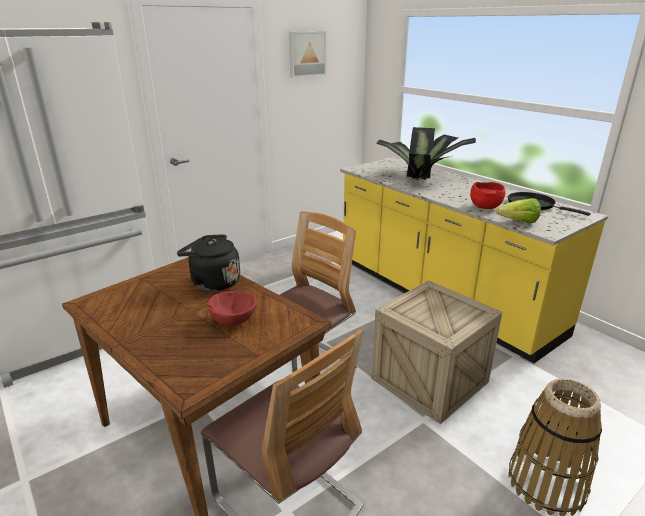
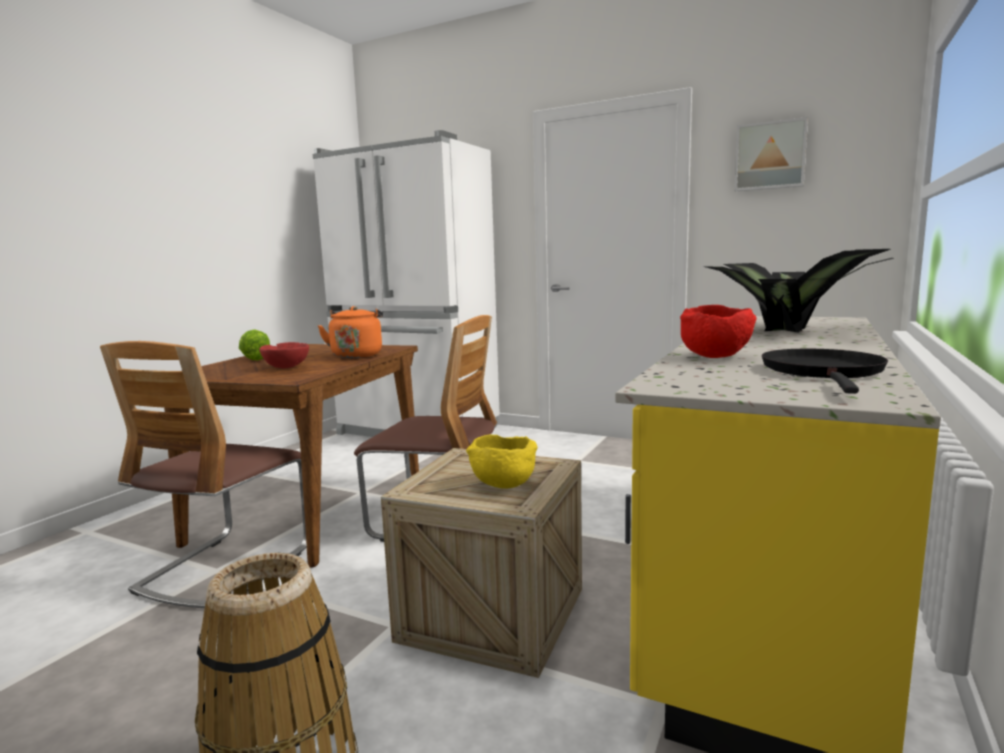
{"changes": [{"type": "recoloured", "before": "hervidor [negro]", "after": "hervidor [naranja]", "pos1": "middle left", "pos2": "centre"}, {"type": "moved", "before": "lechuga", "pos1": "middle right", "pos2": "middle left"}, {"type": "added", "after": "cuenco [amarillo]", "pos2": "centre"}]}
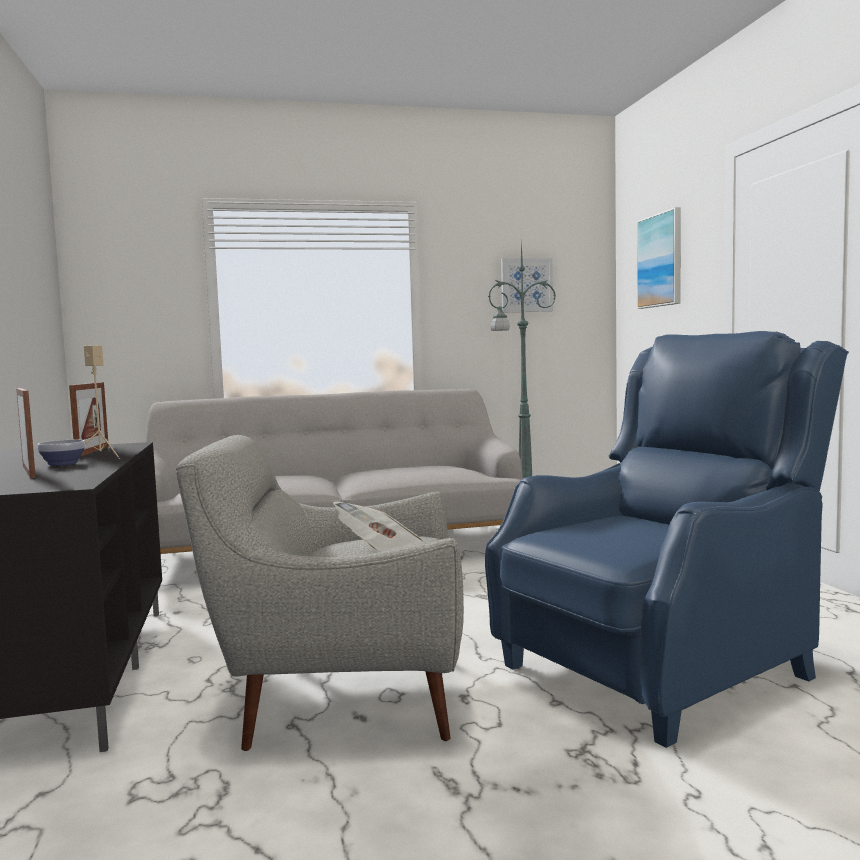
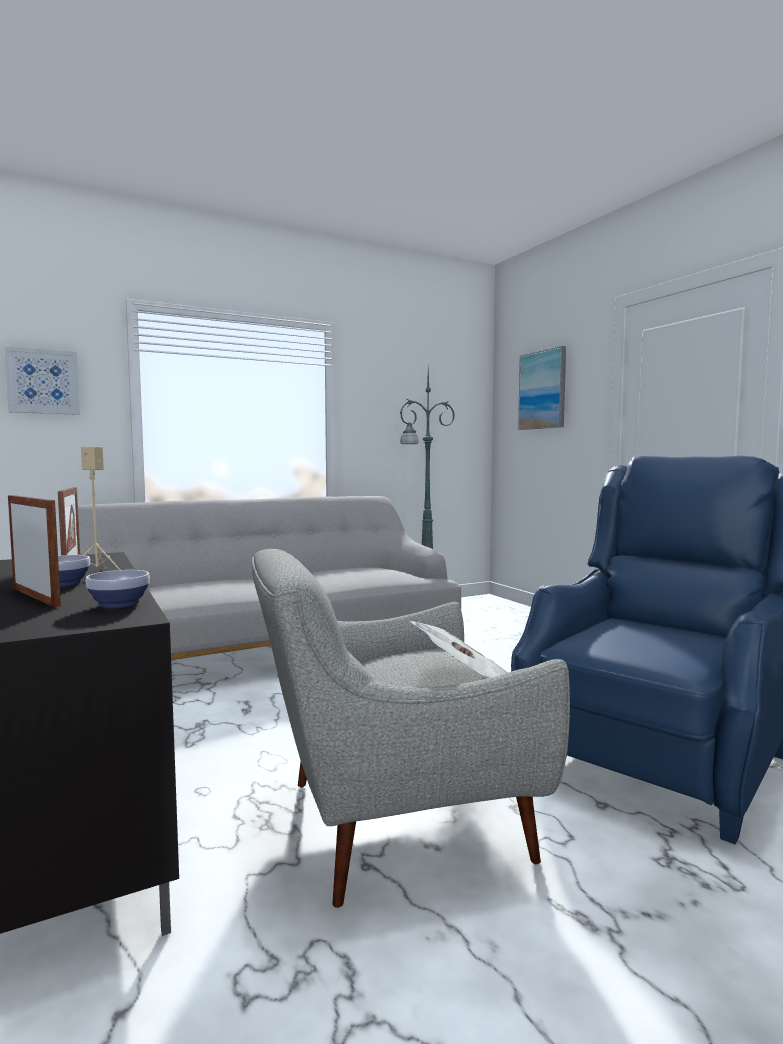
{"changes": [{"type": "moved", "before": "cuadro (1st from left)", "pos1": "top centre", "pos2": "middle left"}, {"type": "added", "after": "cuenco (2nd from left)", "pos2": "middle left"}]}
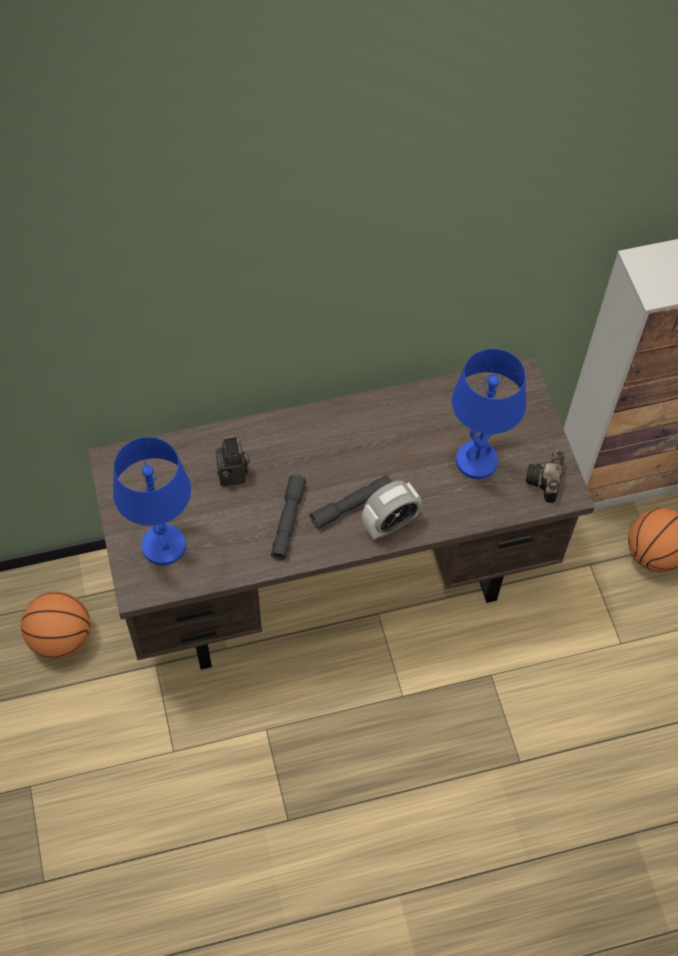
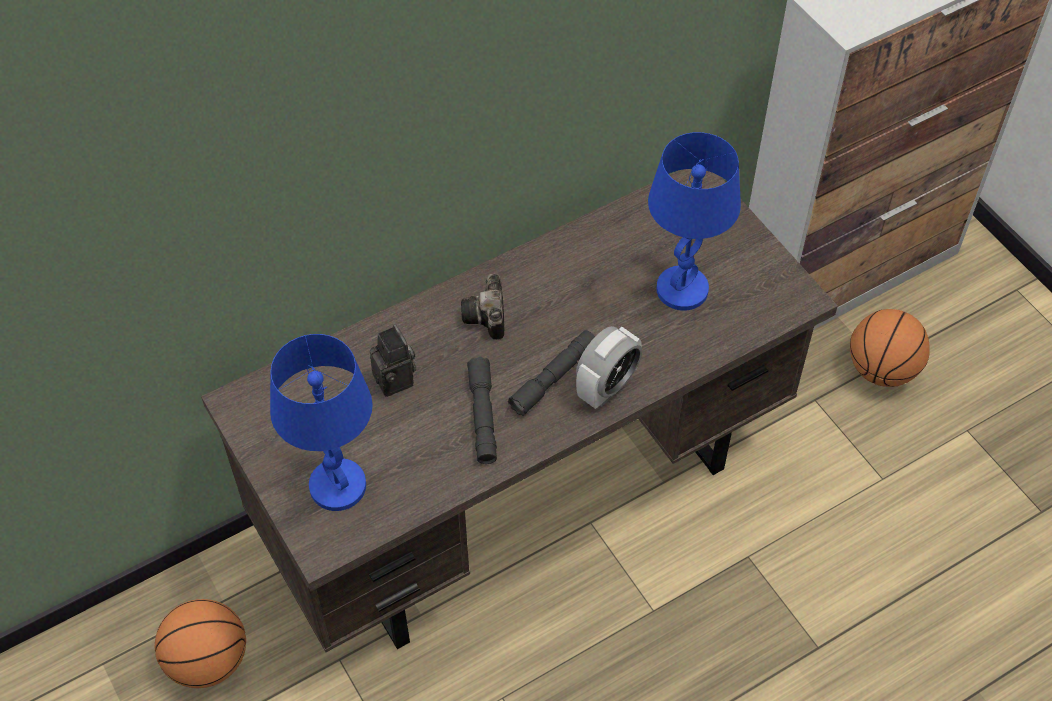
{"changes": [{"type": "moved", "before": "cámara (2nd from left)", "pos1": "middle right", "pos2": "centre"}]}
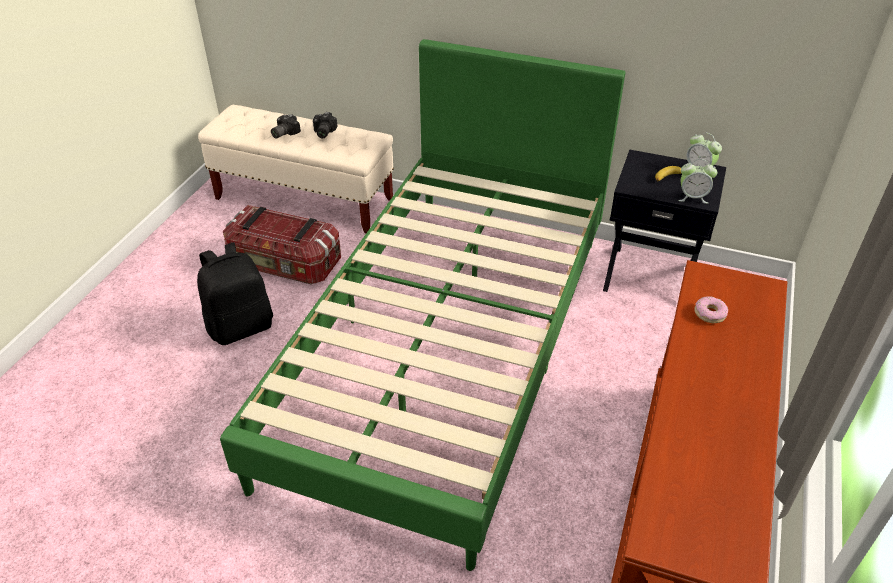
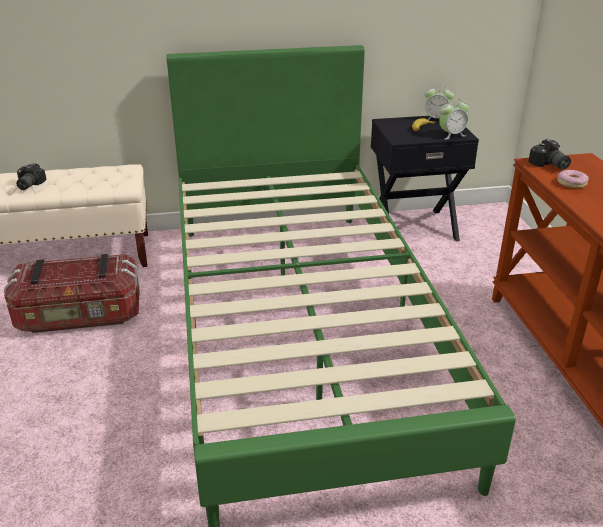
{"changes": [{"type": "removed", "before": "mochila [negro]", "pos1": "middle left"}, {"type": "moved", "before": "cámara (2nd from left)", "pos1": "top centre", "pos2": "top right"}]}
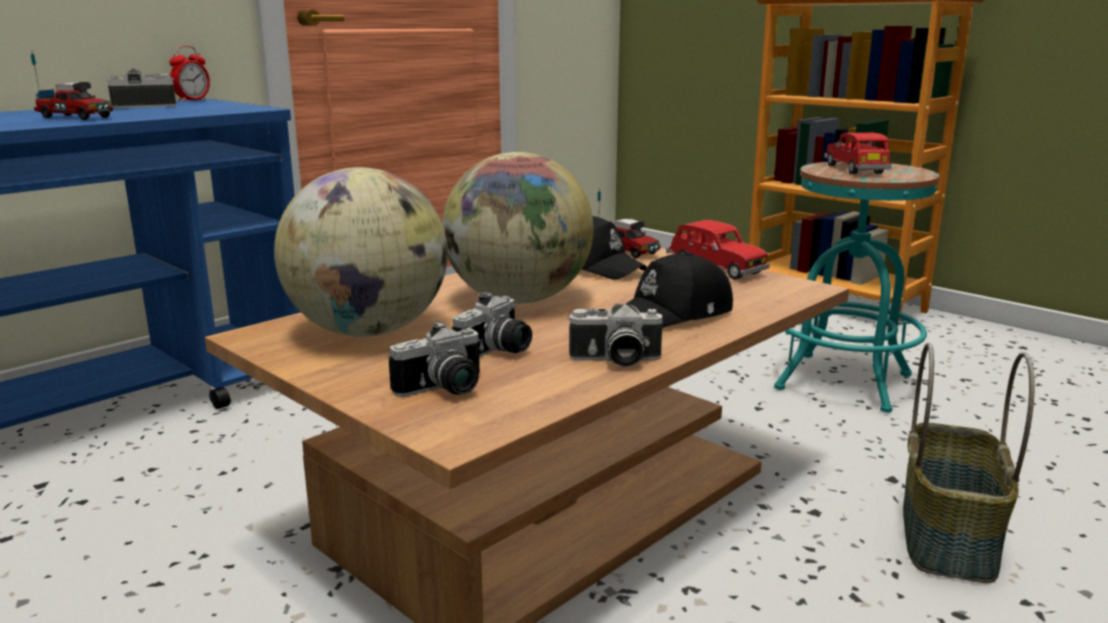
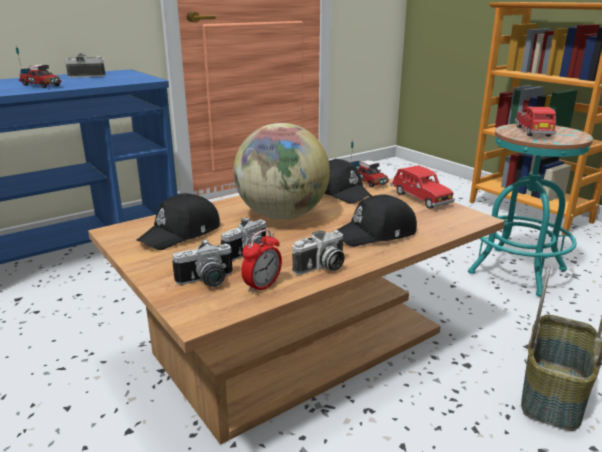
{"changes": [{"type": "moved", "before": "despertador", "pos1": "top left", "pos2": "centre"}, {"type": "replaced", "before": "globo terráqueo (1st from left)", "after": "gorra [negro] (1st from left)", "pos1": "middle left", "pos2": "middle left"}, {"type": "turned", "before": "cámara (4th from left)", "pos1": "centre", "pos2": "centre", "turn": -45}]}
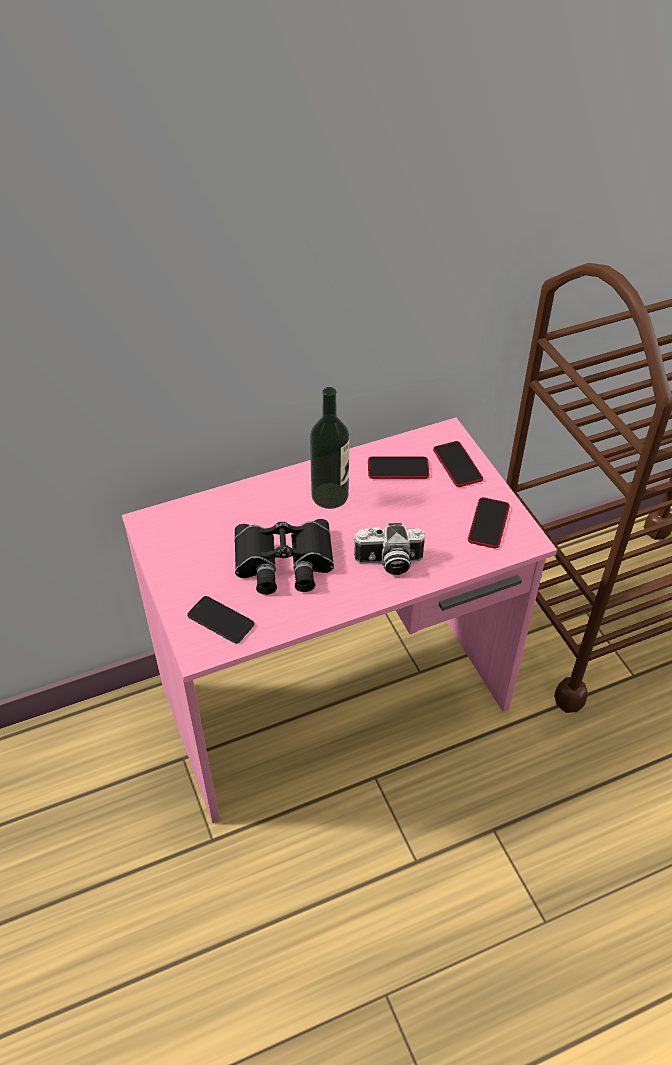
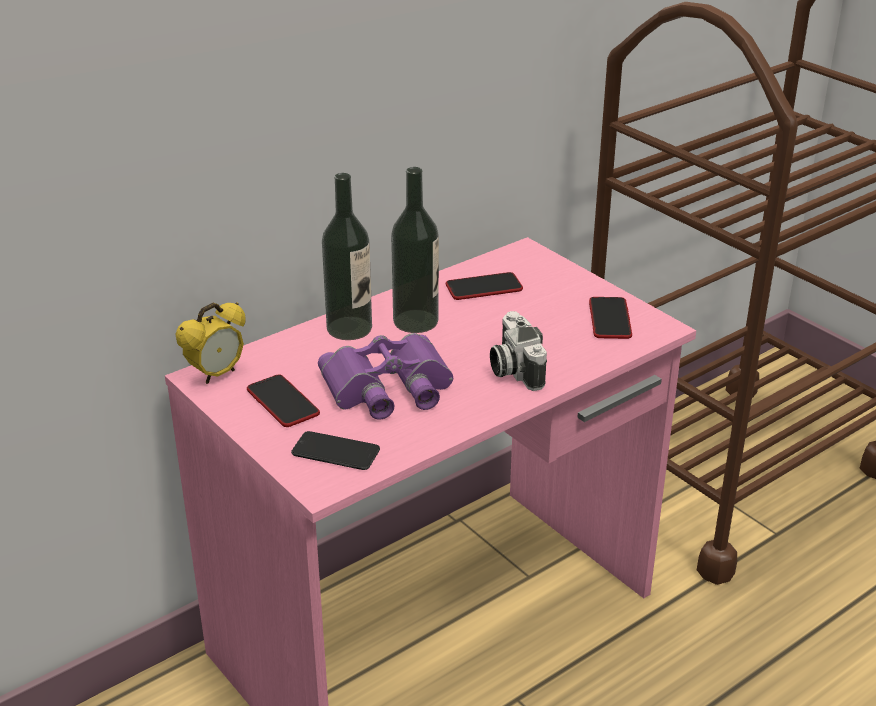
{"changes": [{"type": "recoloured", "before": "prismáticos [negro]", "after": "prismáticos [morado]", "pos1": "centre", "pos2": "centre"}, {"type": "turned", "before": "cámara", "pos1": "centre", "pos2": "centre", "turn": 90}, {"type": "moved", "before": "móvil (3rd from left in the first image)", "after": "móvil (1st from left)", "pos1": "middle right", "pos2": "middle left"}, {"type": "added", "after": "despertador", "pos2": "middle left"}, {"type": "added", "after": "botella (1st from left)", "pos2": "centre"}]}
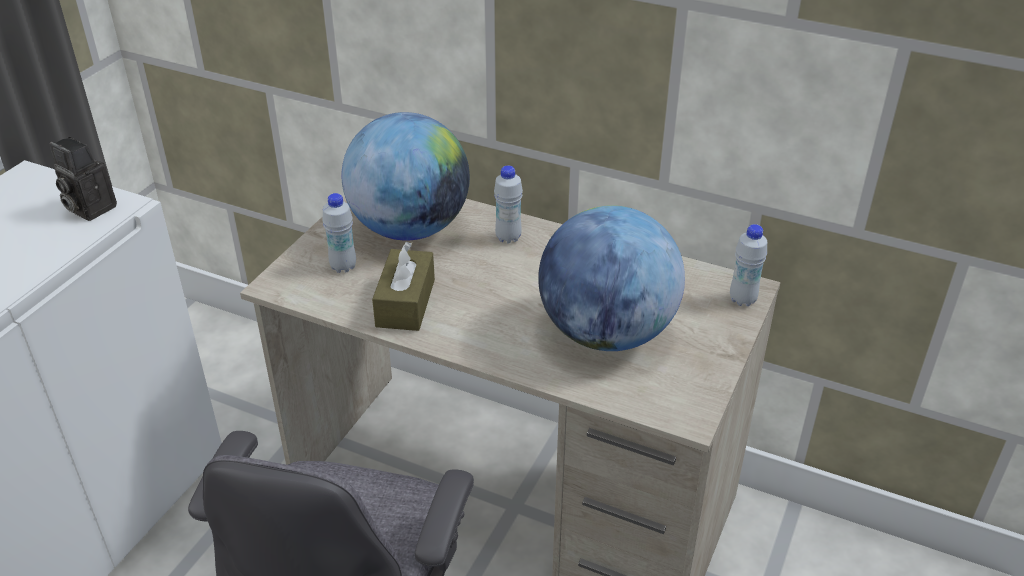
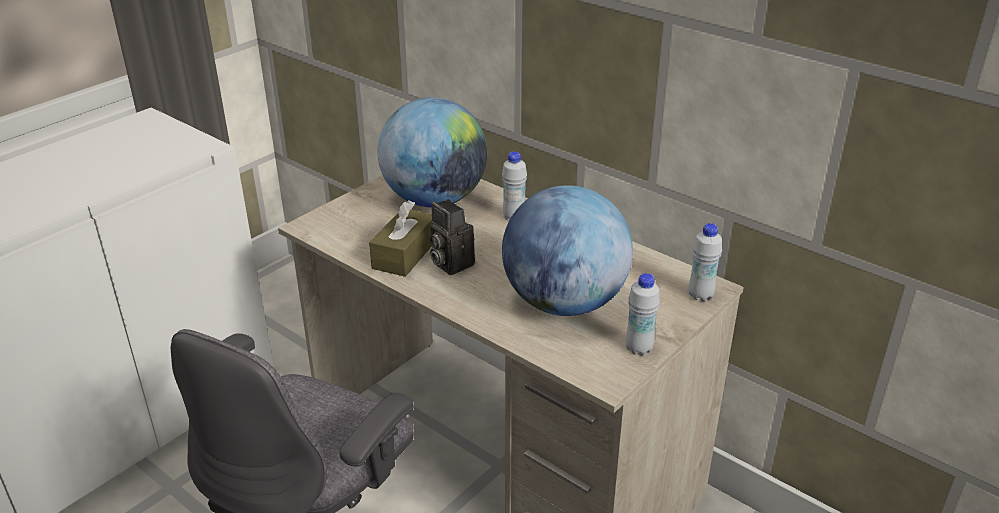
{"changes": [{"type": "moved", "before": "cámara", "pos1": "top left", "pos2": "centre"}, {"type": "moved", "before": "botella [blanco] (1st from left in the first image)", "after": "botella [blanco] (2nd from left)", "pos1": "middle left", "pos2": "centre"}]}
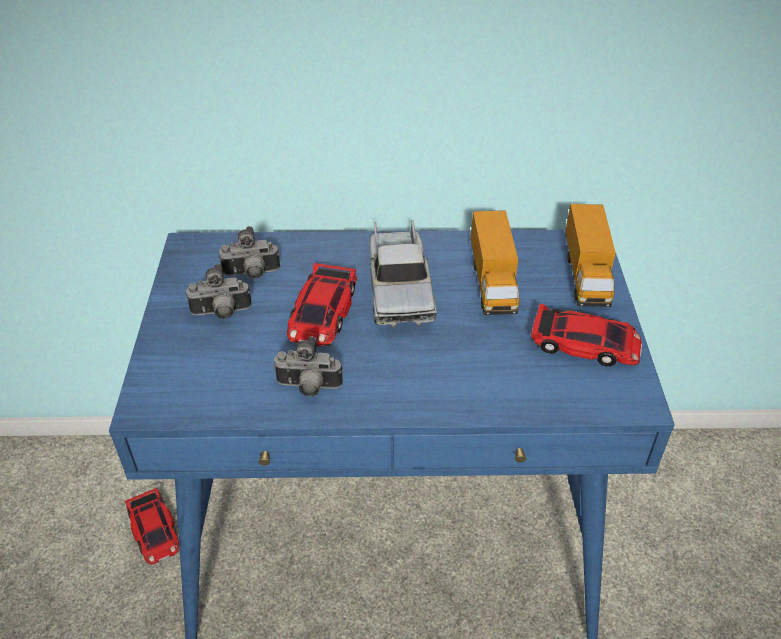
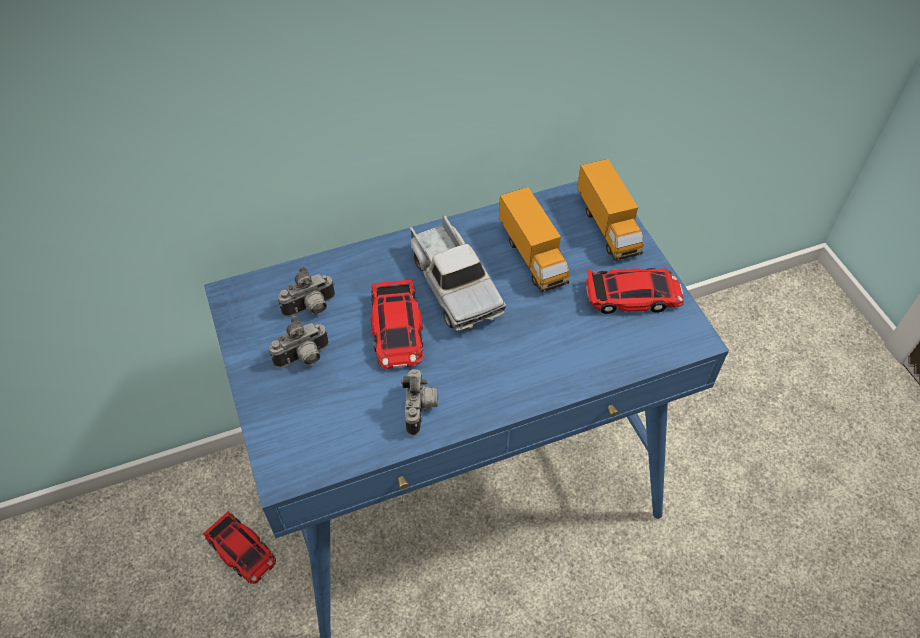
{"changes": [{"type": "turned", "before": "cámara (3rd from left)", "pos1": "centre", "pos2": "centre", "turn": -75}]}
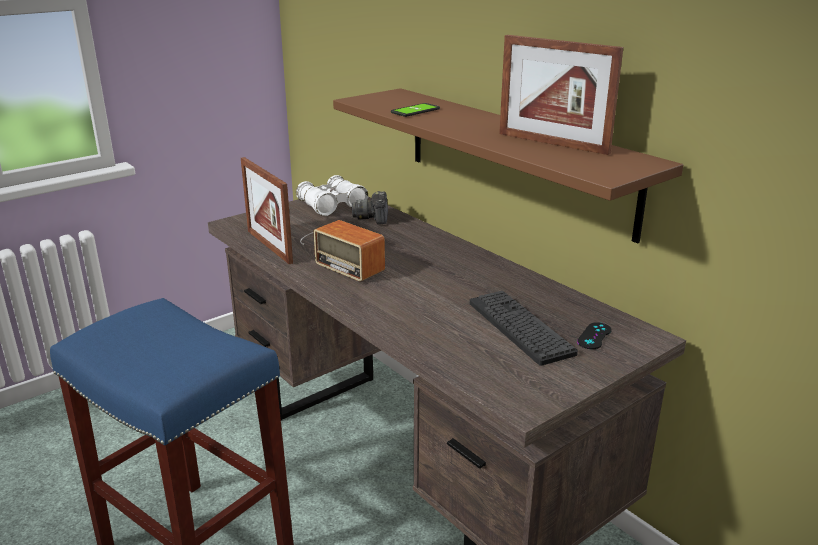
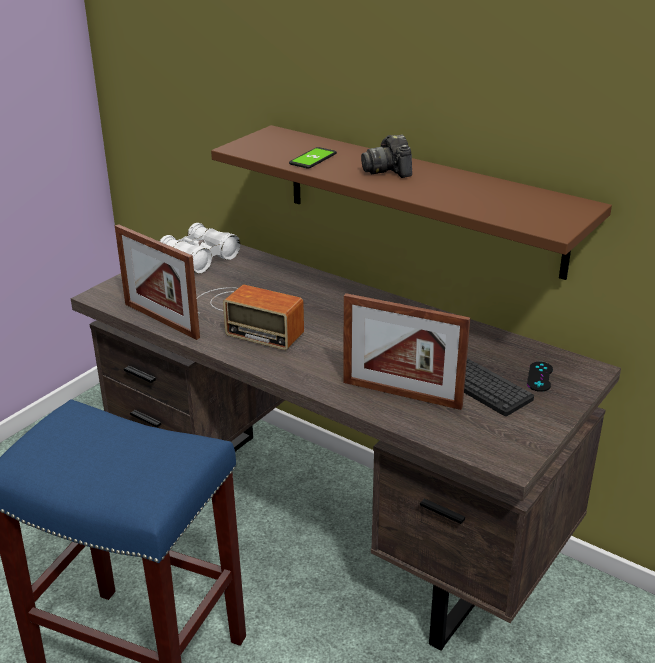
{"changes": [{"type": "moved", "before": "cámara", "pos1": "centre", "pos2": "top centre"}, {"type": "moved", "before": "portarretratos (2nd from left)", "pos1": "top right", "pos2": "centre"}]}
